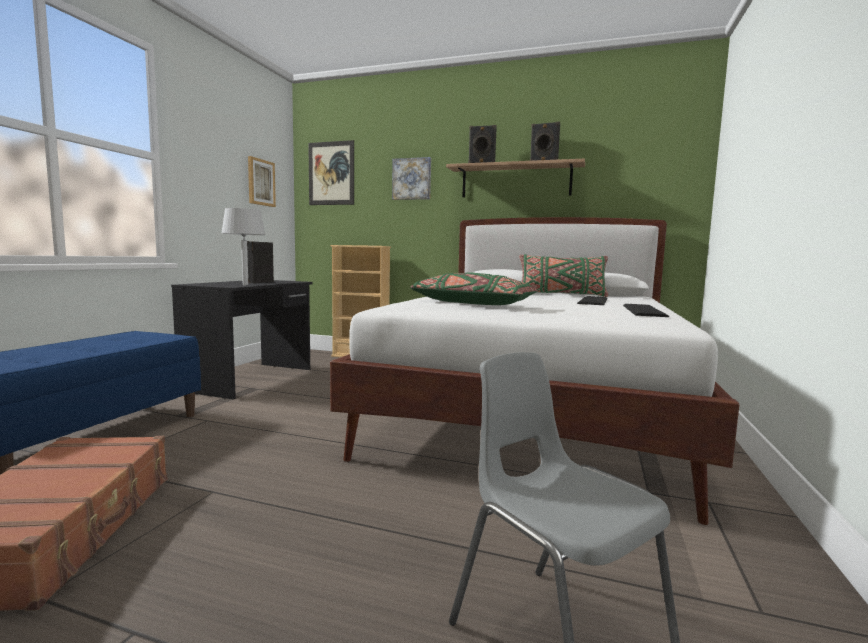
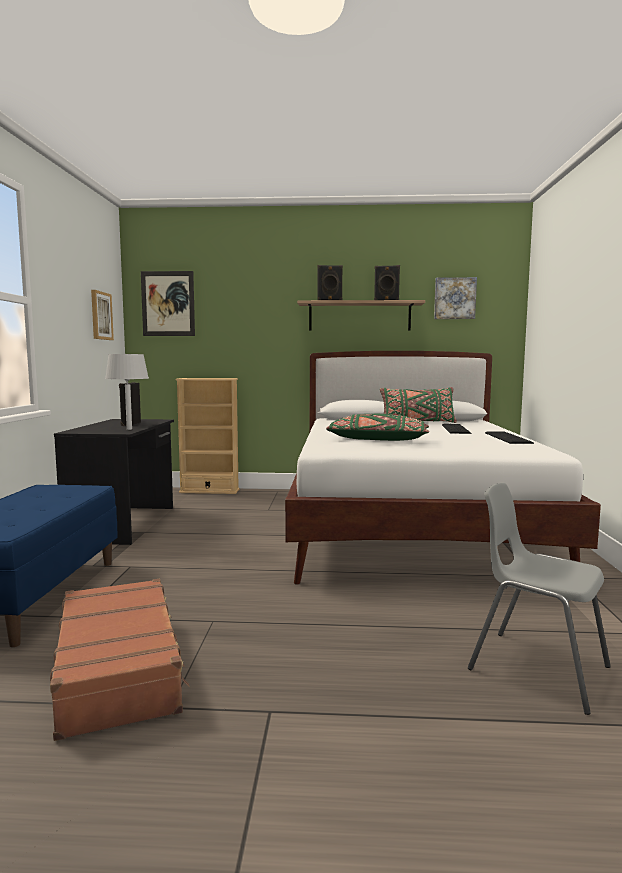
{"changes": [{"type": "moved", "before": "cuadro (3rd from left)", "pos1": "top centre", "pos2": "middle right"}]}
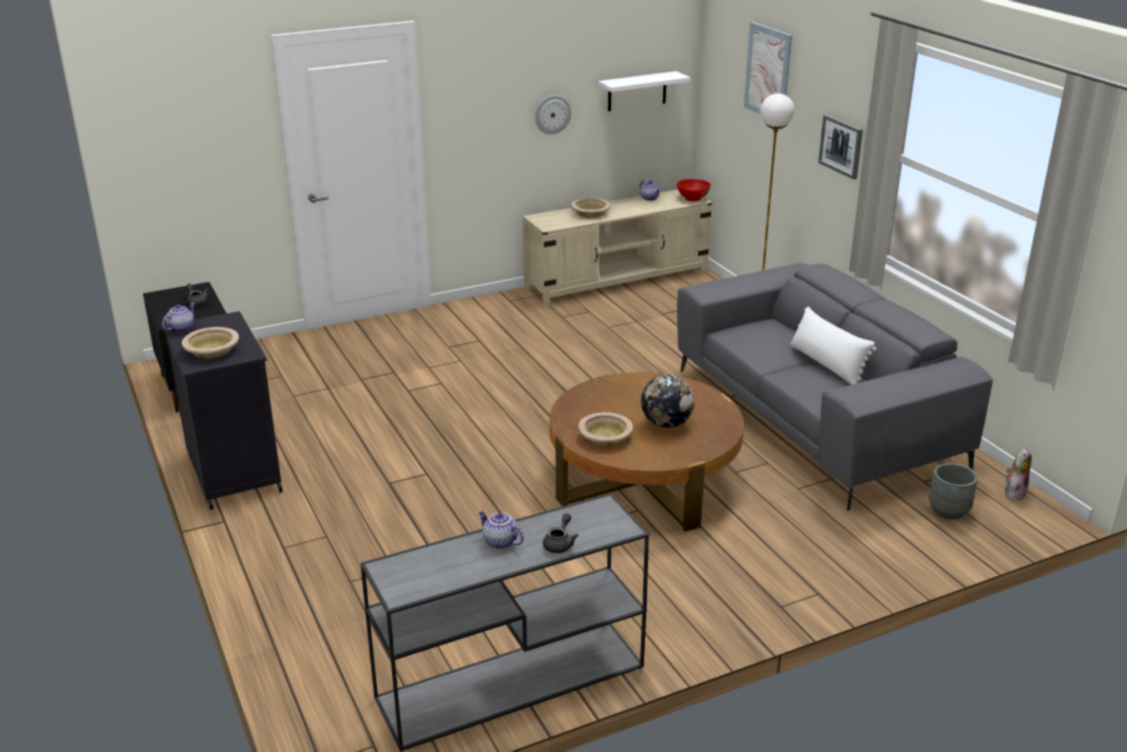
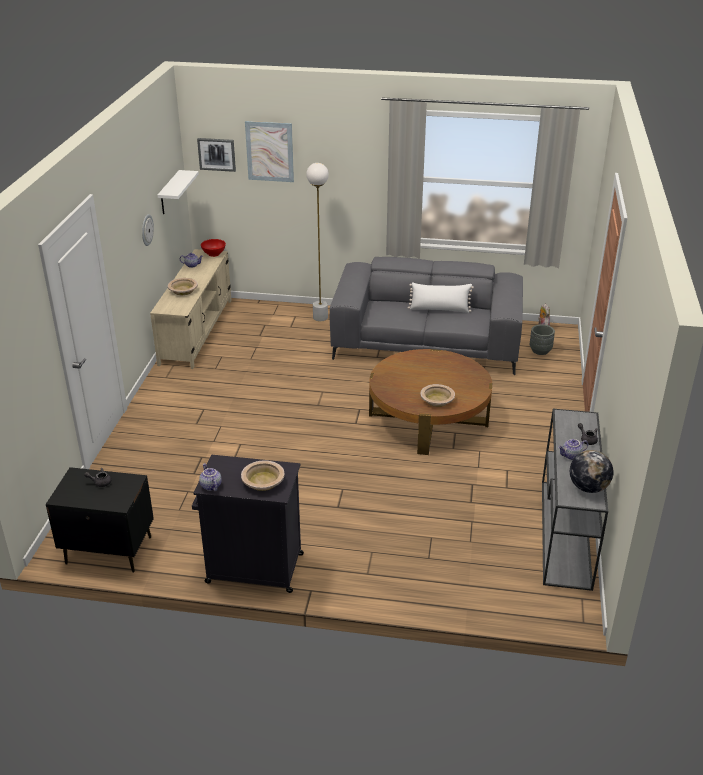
{"changes": [{"type": "moved", "before": "globo terráqueo", "pos1": "centre", "pos2": "middle right"}, {"type": "moved", "before": "cuadro (2nd from left in the first image)", "after": "cuadro (1st from left)", "pos1": "top right", "pos2": "top left"}]}
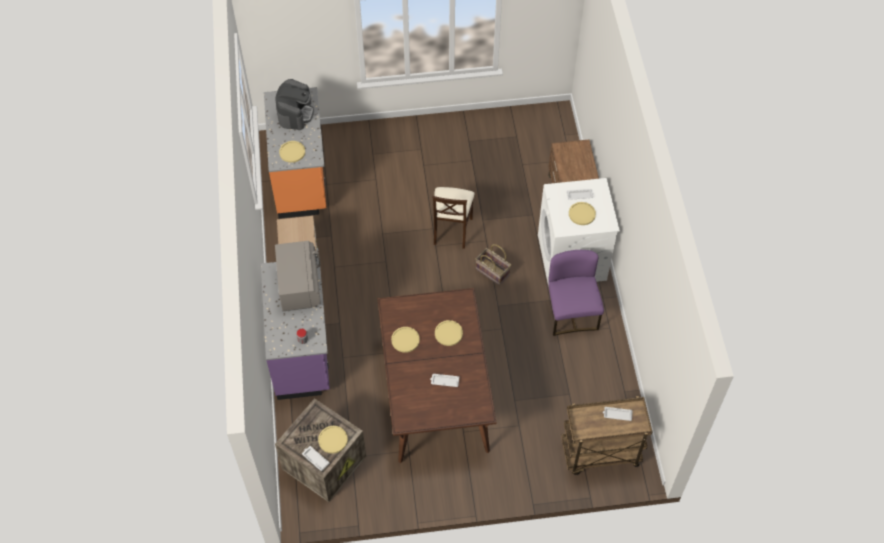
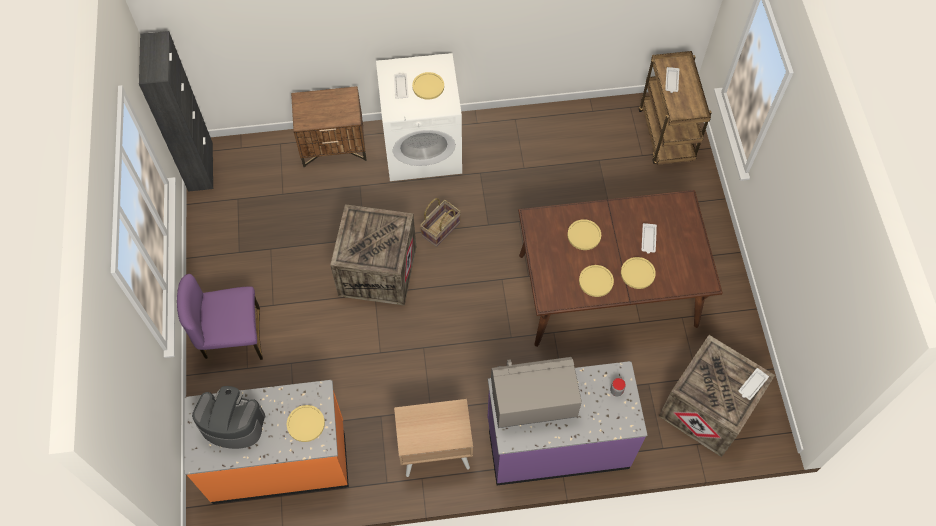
{"changes": [{"type": "moved", "before": "plato [amarillo] (2nd from left in the first image)", "after": "plato [amarillo] (5th from left)", "pos1": "bottom centre", "pos2": "middle right"}, {"type": "replaced", "before": "silla [beis]", "after": "caja de embalaje (1st from left)", "pos1": "centre", "pos2": "centre"}, {"type": "moved", "before": "silla [morado]", "pos1": "centre", "pos2": "middle left"}, {"type": "added", "after": "armario [negro]", "pos2": "top left"}]}
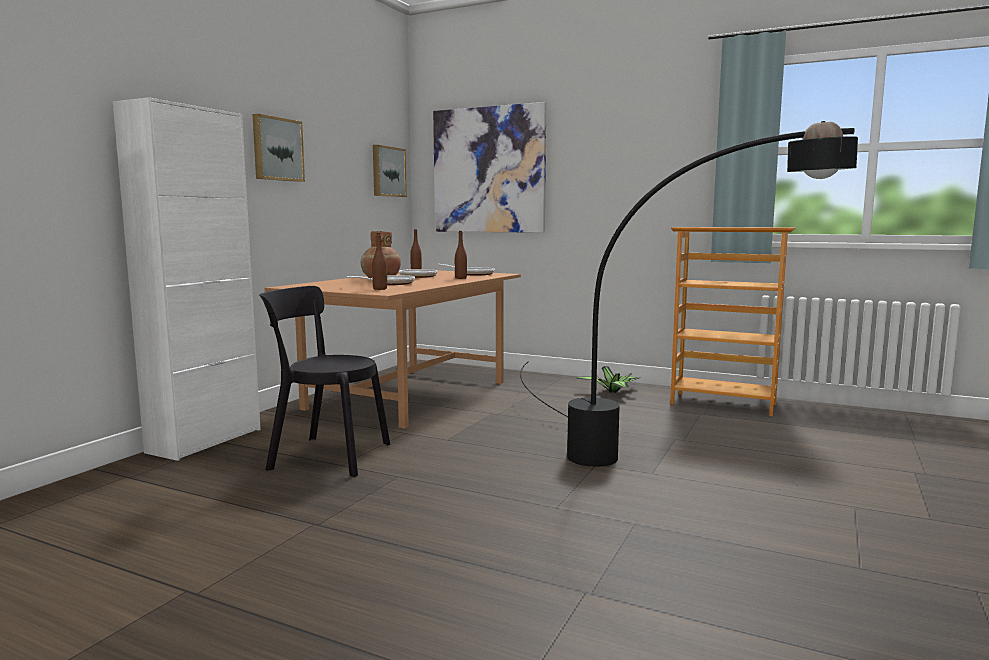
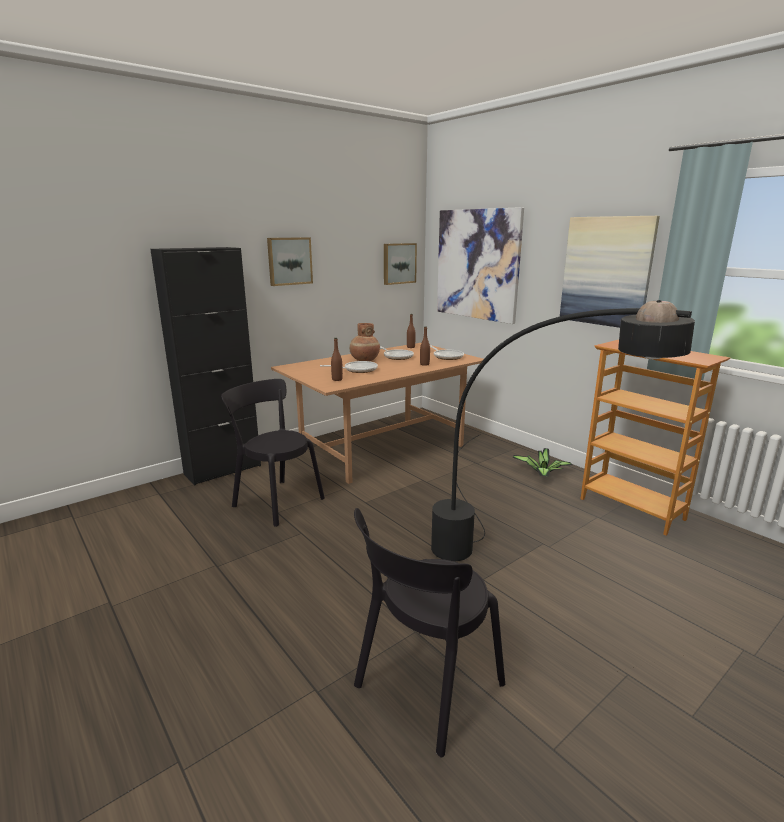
{"changes": [{"type": "recoloured", "before": "armario [blanco]", "after": "armario [negro]", "pos1": "middle left", "pos2": "middle left"}, {"type": "added", "after": "silla [negro] (2nd from left)", "pos2": "bottom centre"}, {"type": "added", "after": "cuadro (4th from left)", "pos2": "top right"}]}
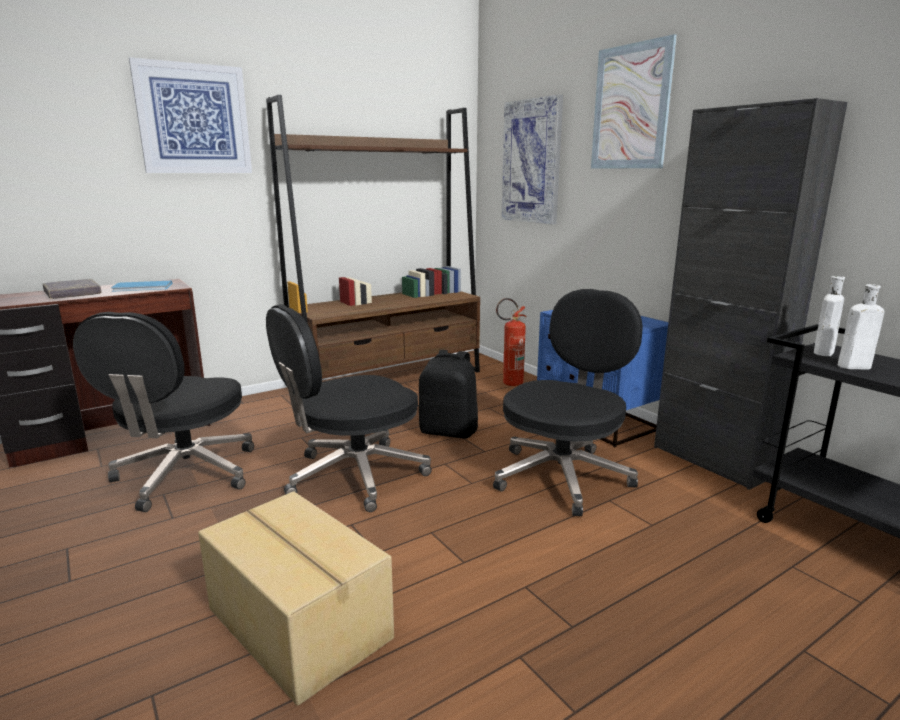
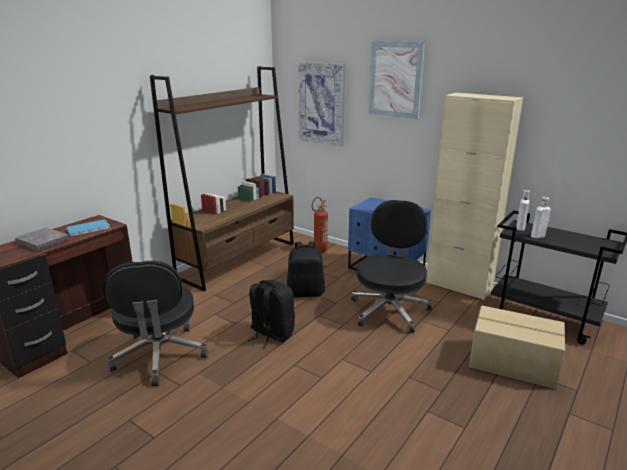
{"changes": [{"type": "removed", "before": "cuadro (1st from left)", "pos1": "top left"}, {"type": "moved", "before": "caja de cartón", "pos1": "bottom left", "pos2": "bottom right"}, {"type": "replaced", "before": "silla de oficina [negro] (2nd from left)", "after": "mochila [negro] (1st from left)", "pos1": "centre", "pos2": "bottom centre"}, {"type": "recoloured", "before": "armario [negro]", "after": "armario [beis]", "pos1": "middle right", "pos2": "middle right"}]}
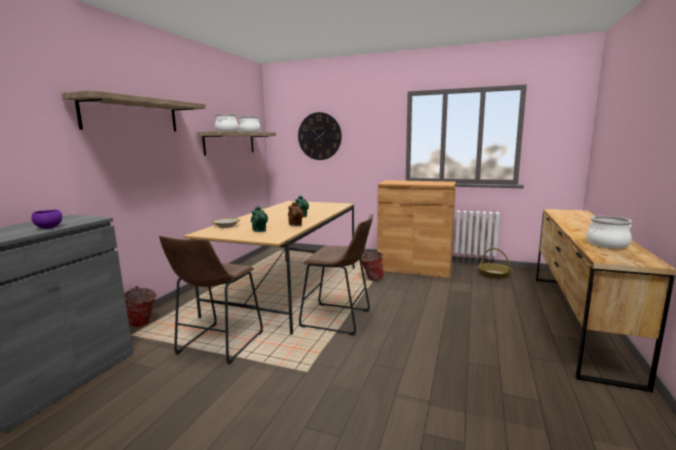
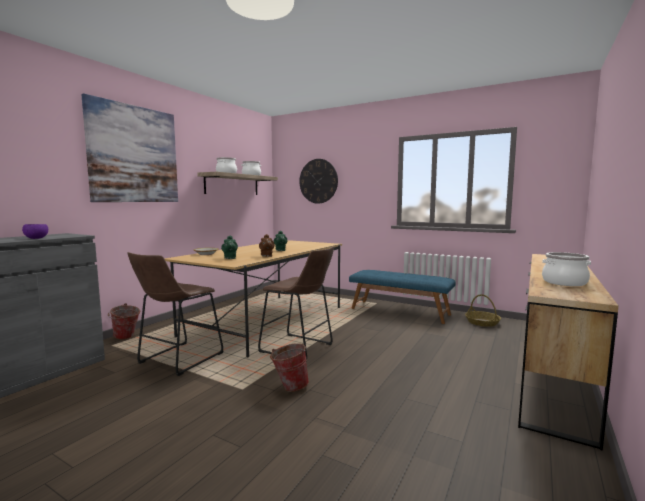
{"changes": [{"type": "replaced", "before": "estante (1st from left)", "after": "cuadro", "pos1": "top left", "pos2": "top left"}, {"type": "moved", "before": "cubo (2nd from left)", "pos1": "centre", "pos2": "bottom centre"}, {"type": "replaced", "before": "armario [marrón]", "after": "banco [azul]", "pos1": "centre", "pos2": "centre"}]}
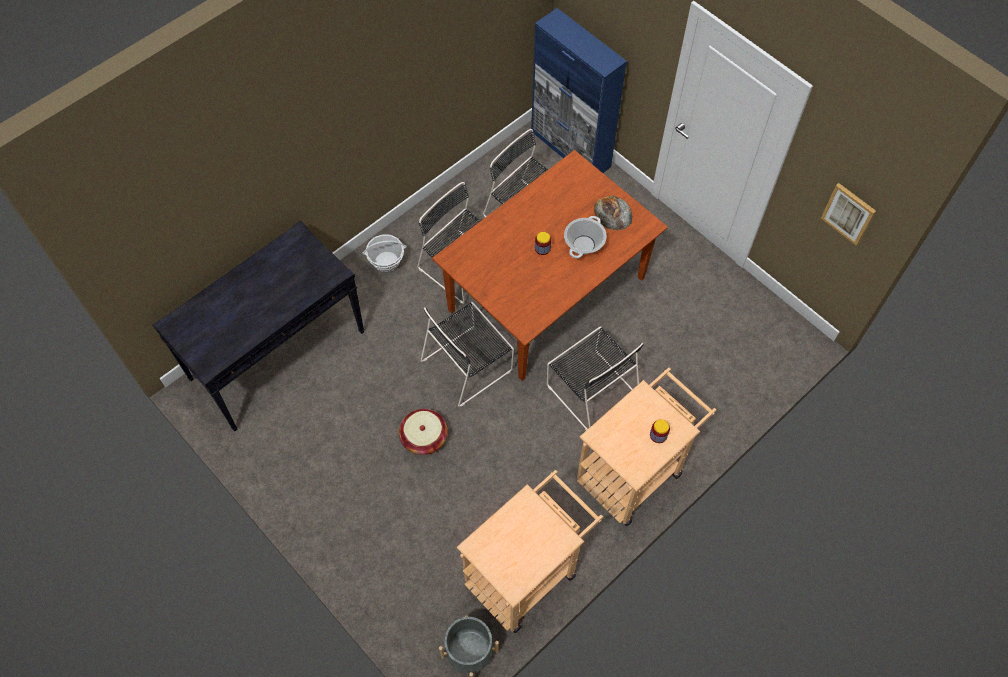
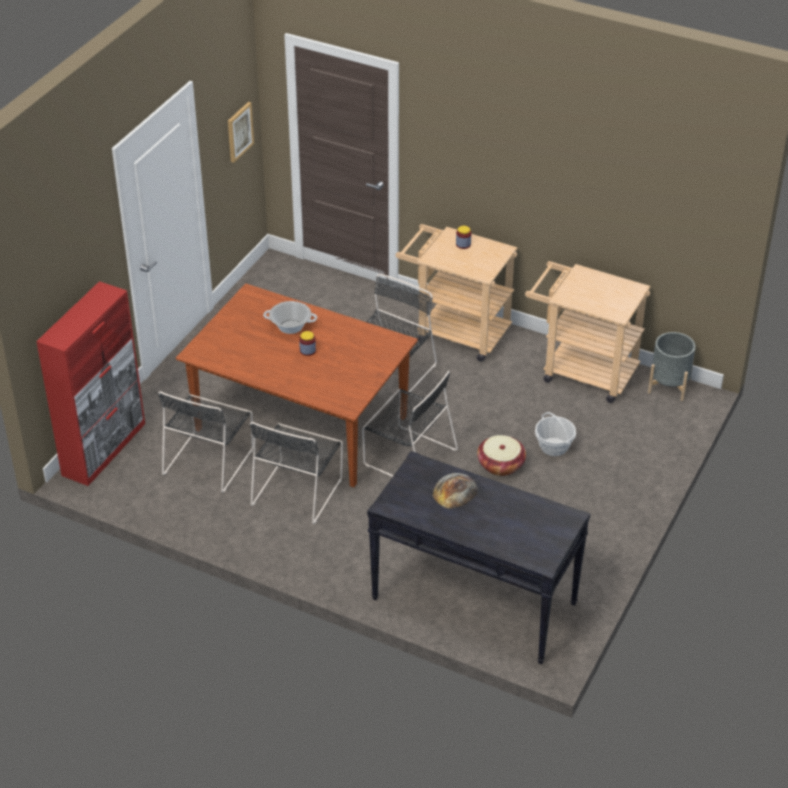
{"changes": [{"type": "moved", "before": "cesta (1st from left in the first image)", "after": "cesta (2nd from left)", "pos1": "centre", "pos2": "middle right"}, {"type": "recoloured", "before": "armario [azul]", "after": "armario [rojo]", "pos1": "top centre", "pos2": "middle left"}, {"type": "moved", "before": "pan", "pos1": "top centre", "pos2": "centre"}]}
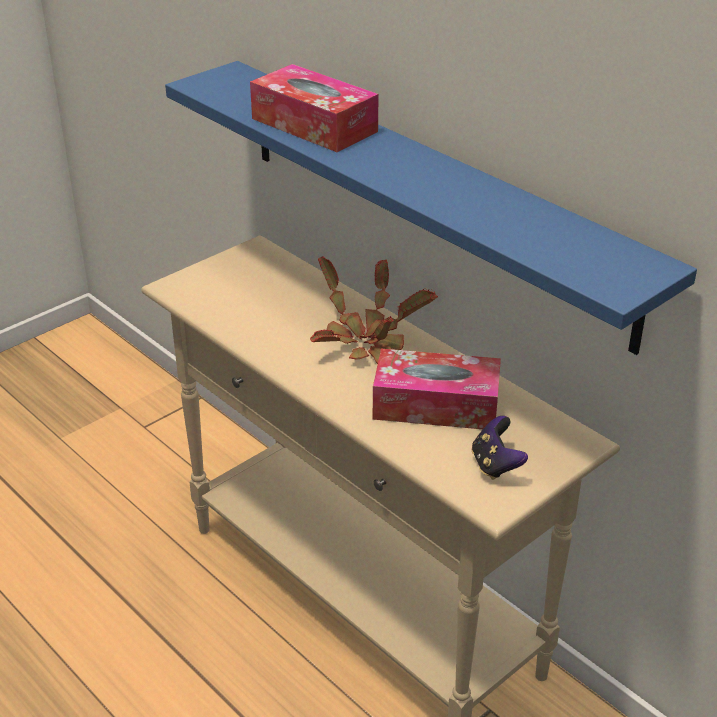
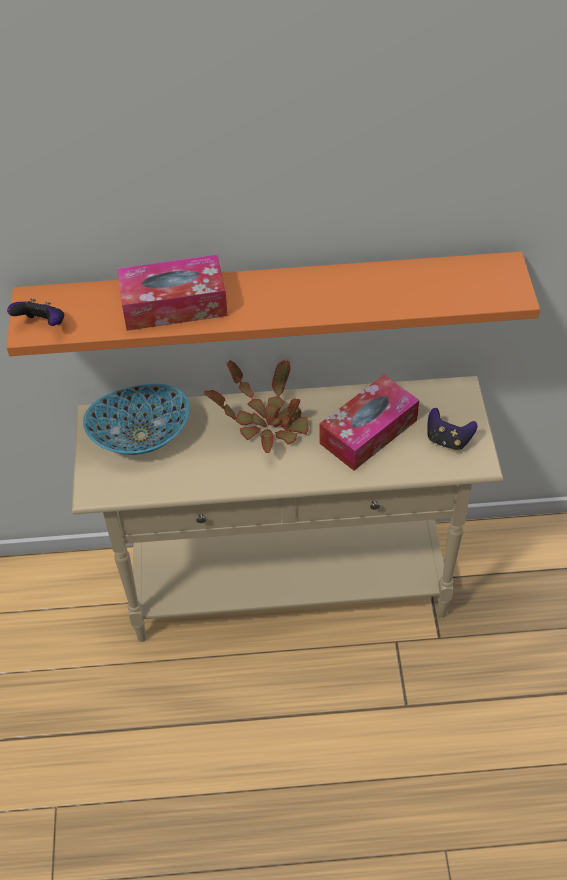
{"changes": [{"type": "recoloured", "before": "estante [azul]", "after": "estante [naranja]", "pos1": "top centre", "pos2": "centre"}, {"type": "added", "after": "mando de consola (1st from left)", "pos2": "middle left"}, {"type": "added", "after": "cuenco", "pos2": "middle left"}]}
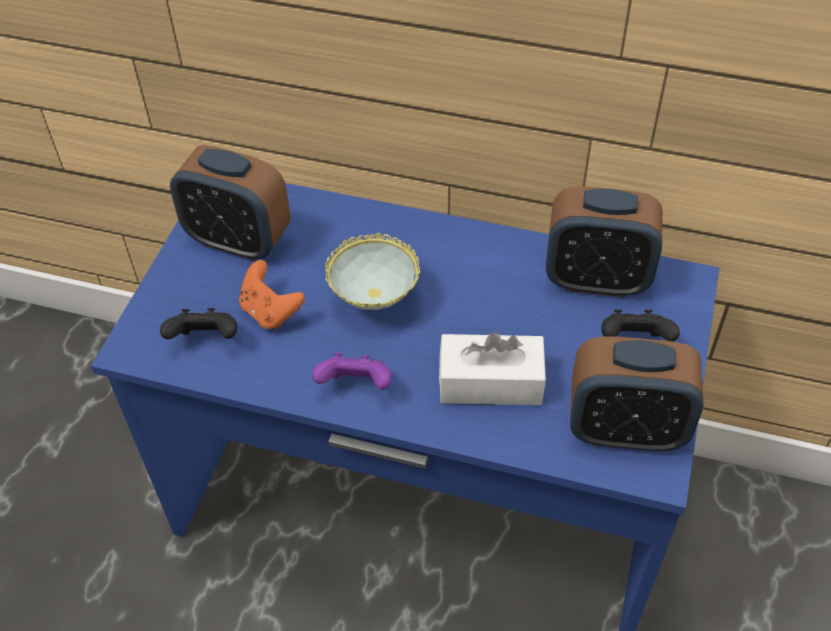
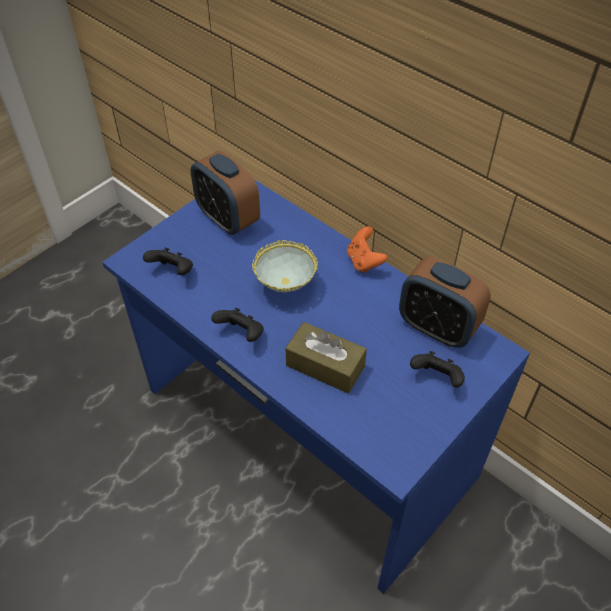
{"changes": [{"type": "moved", "before": "mando de consola [naranja]", "pos1": "middle left", "pos2": "centre"}, {"type": "recoloured", "before": "mando de consola [morado]", "after": "mando de consola [negro] (2nd from left)", "pos1": "centre", "pos2": "centre"}, {"type": "recoloured", "before": "caja de pañuelos [blanco]", "after": "caja de pañuelos [marrón]", "pos1": "centre", "pos2": "centre"}, {"type": "removed", "before": "despertador (3rd from left)", "pos1": "middle right"}]}
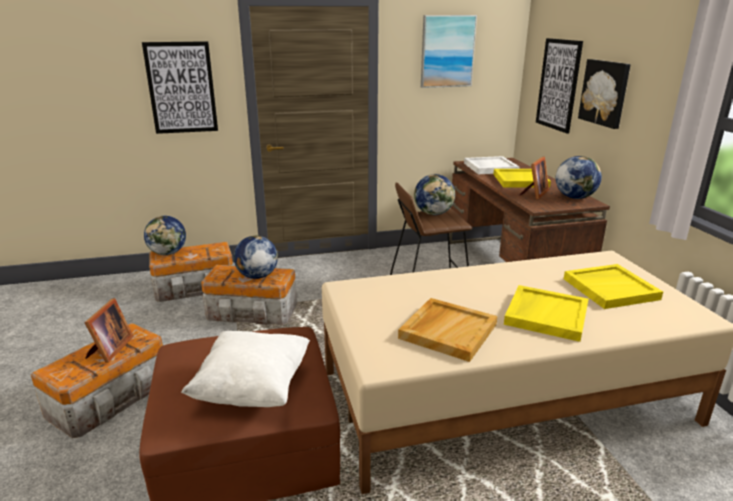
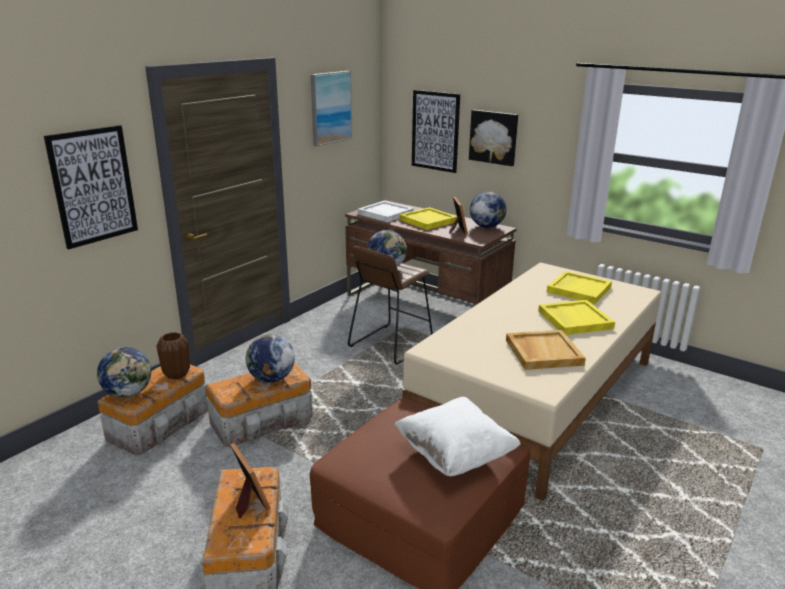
{"changes": [{"type": "added", "after": "florero [marrón]", "pos2": "middle left"}]}
